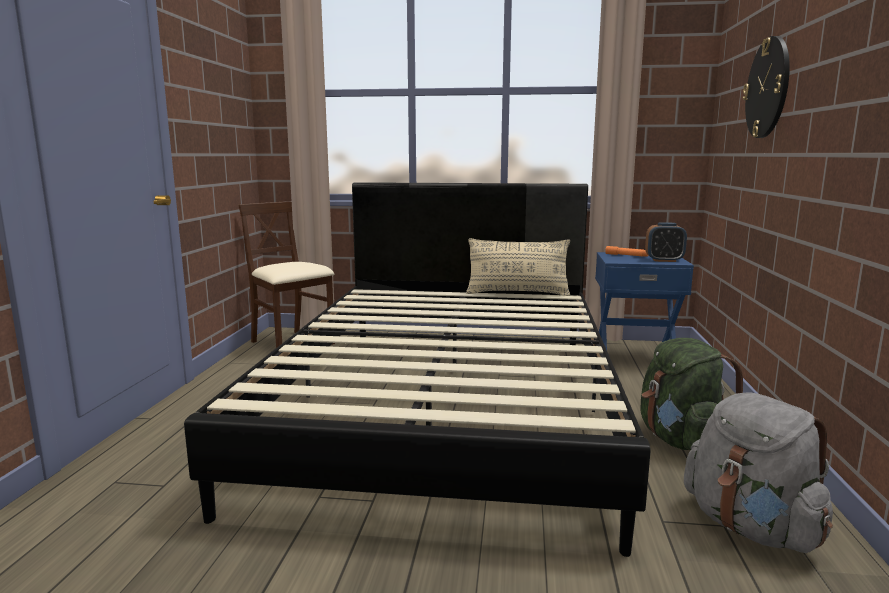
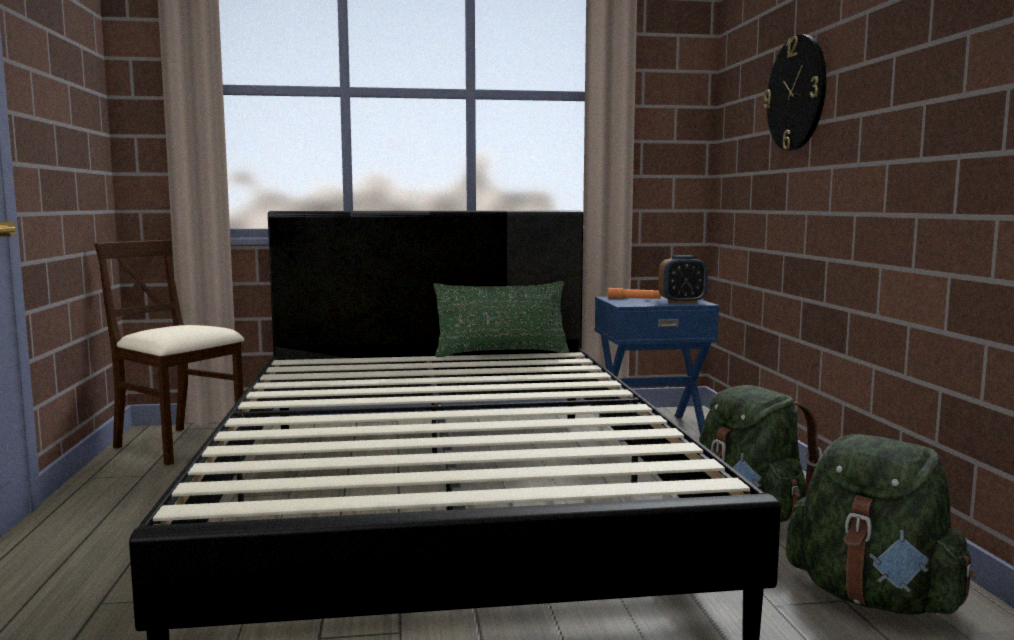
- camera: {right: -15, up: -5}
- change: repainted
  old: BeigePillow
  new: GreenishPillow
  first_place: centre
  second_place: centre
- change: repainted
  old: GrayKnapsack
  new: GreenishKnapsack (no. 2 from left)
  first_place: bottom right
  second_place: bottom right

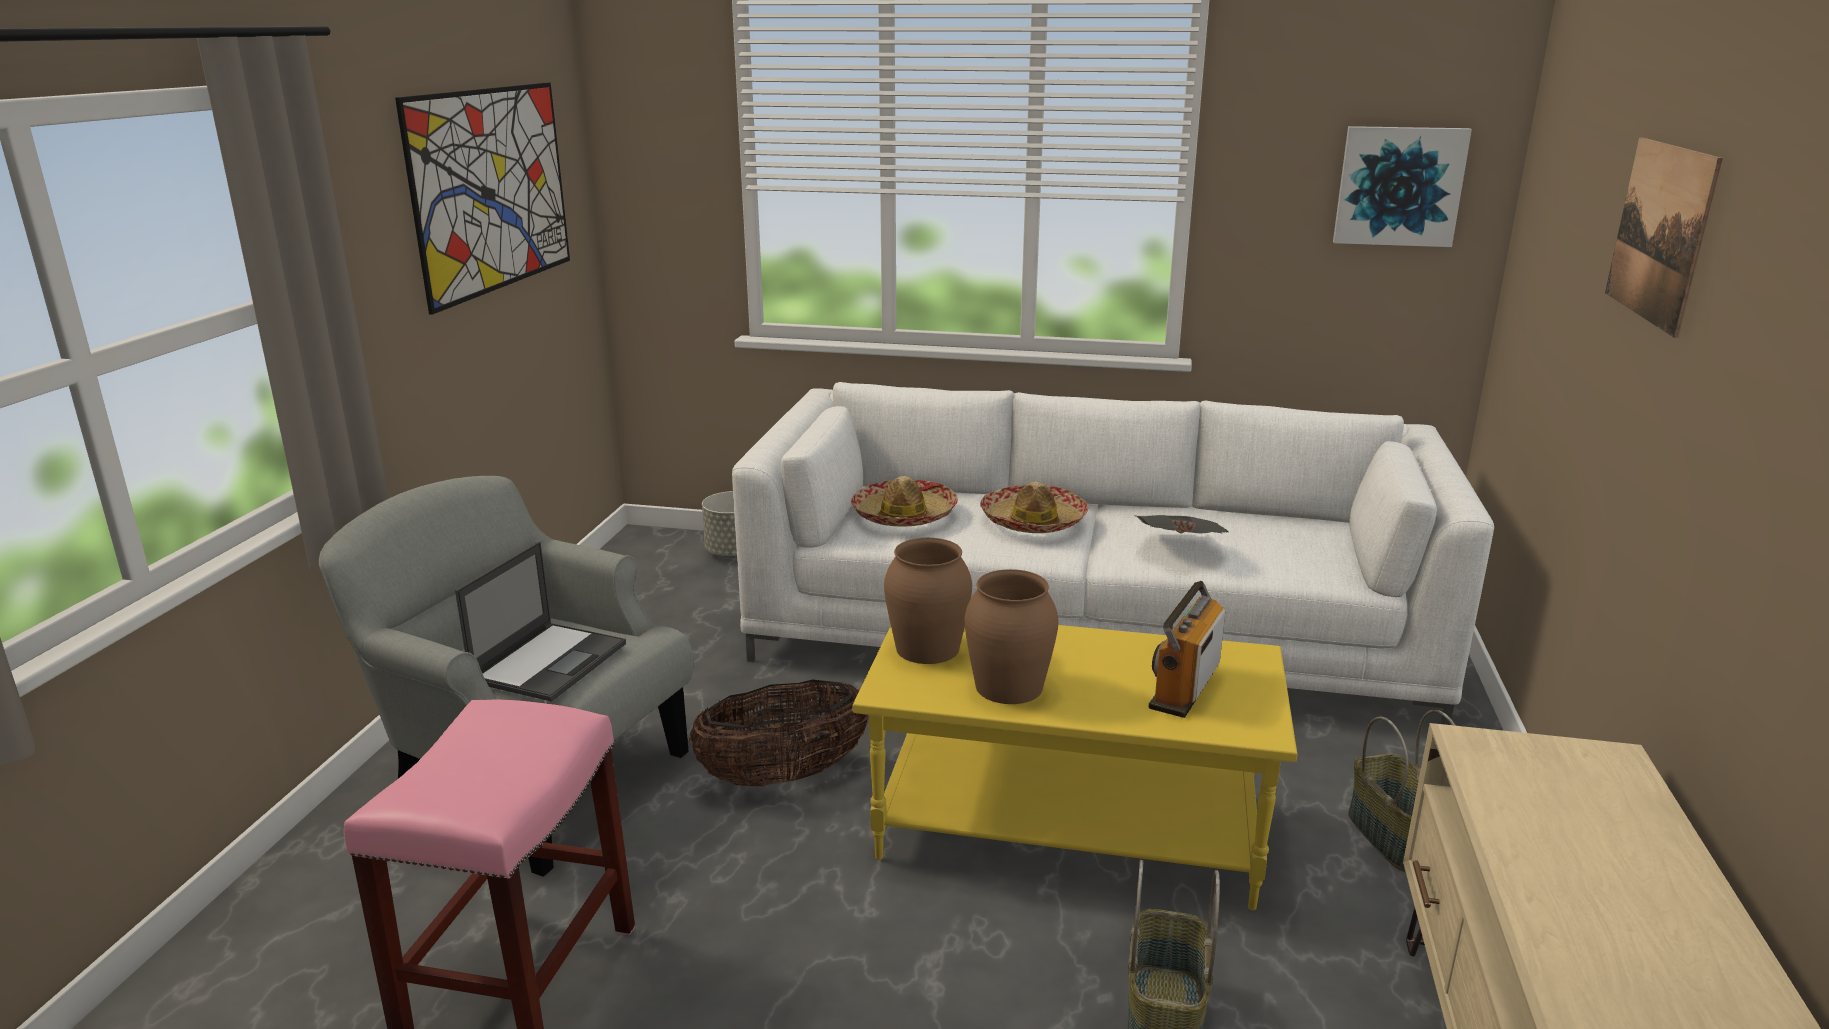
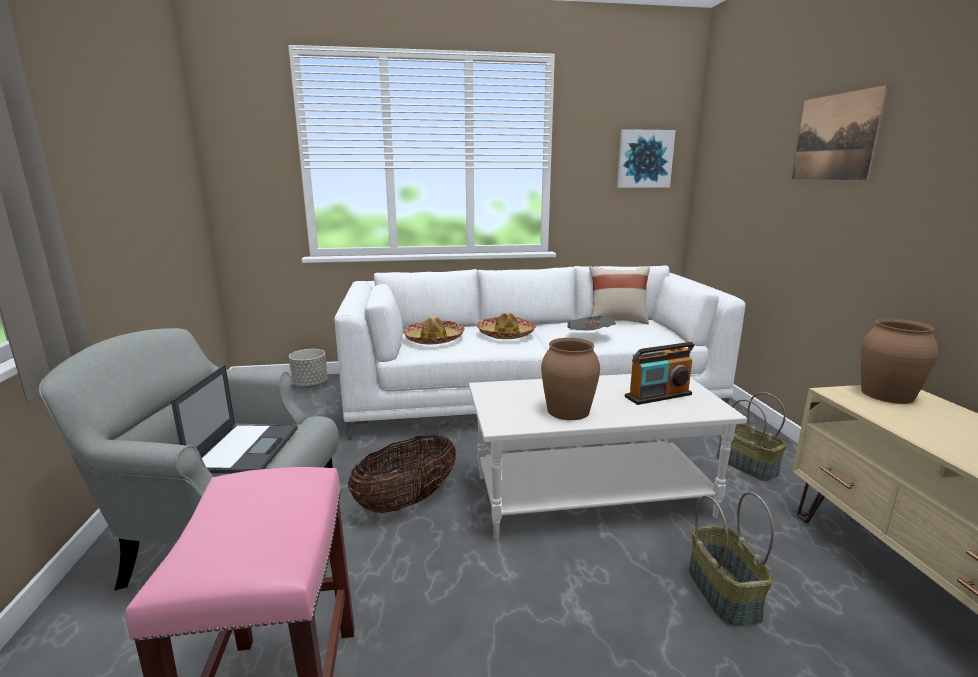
- camera: {right: -20, up: -5}
- change: gone
  old: WallPicture (no. 1 from left)
  first_place: top left
- change: shifted
  old: BrownColouredVase (no. 1 from left in the first image)
  new: BrownColouredVase (no. 2 from left)
  first_place: centre
  second_place: middle right
- change: rotated
  old: RadioReceiver
  first_place: centre
  second_place: middle right
  degrees: -120
- change: repainted
  old: YellowishLowTable
  new: WhitishLowTable
  first_place: bottom centre
  second_place: bottom centre
- change: new
  new: BeigePillow
  second_place: centre

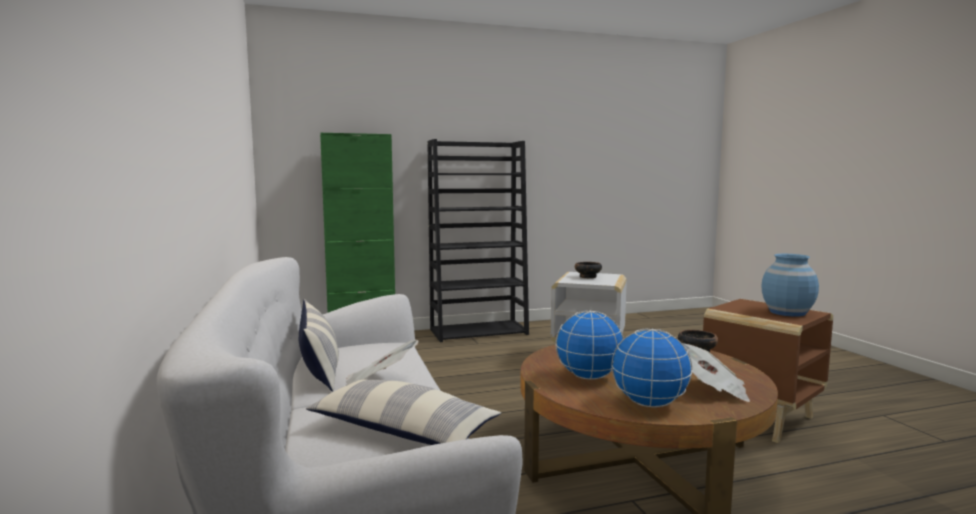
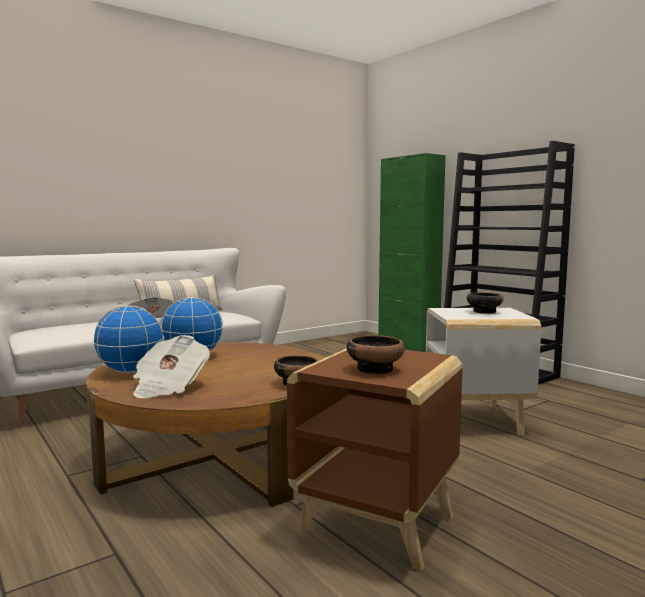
- camera: {right: 70, up: 0}
- change: swapped
  old: BluishVase
  new: ServingBowl (no. 2 from left)
  first_place: middle right
  second_place: centre
- change: gone
  old: Pillow (no. 2 from left)
  first_place: bottom centre

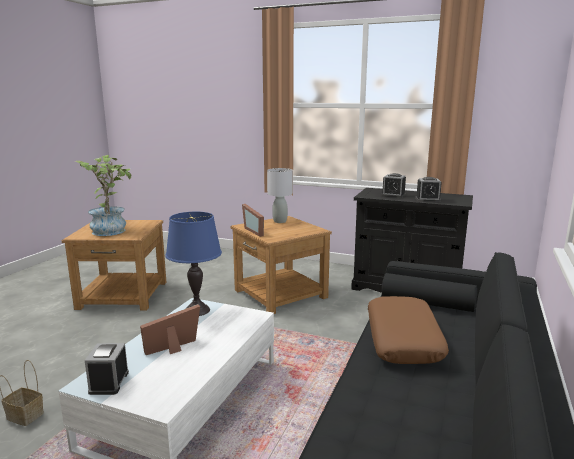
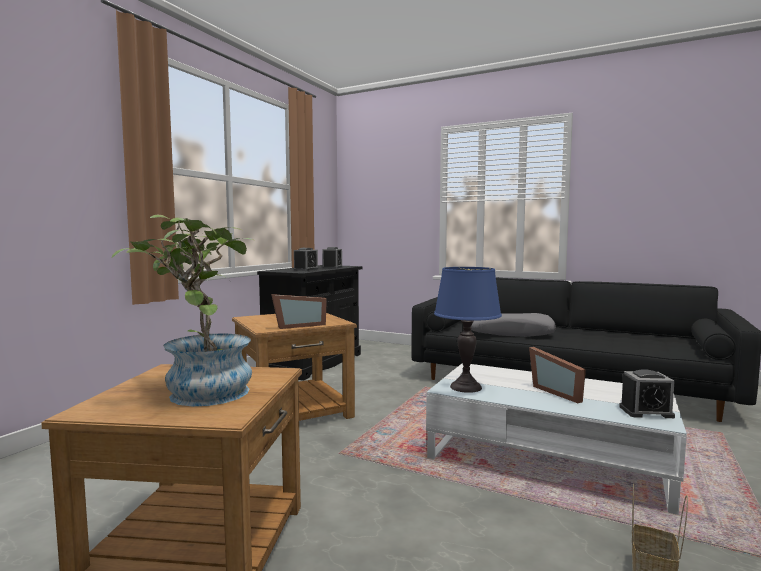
- camera: {right: -85, up: -10}
- change: gone
  old: GrayTableLamp
  first_place: centre
- change: repainted
  old: BrownColouredPillow
  new: GrayPillow
  first_place: bottom right
  second_place: middle right

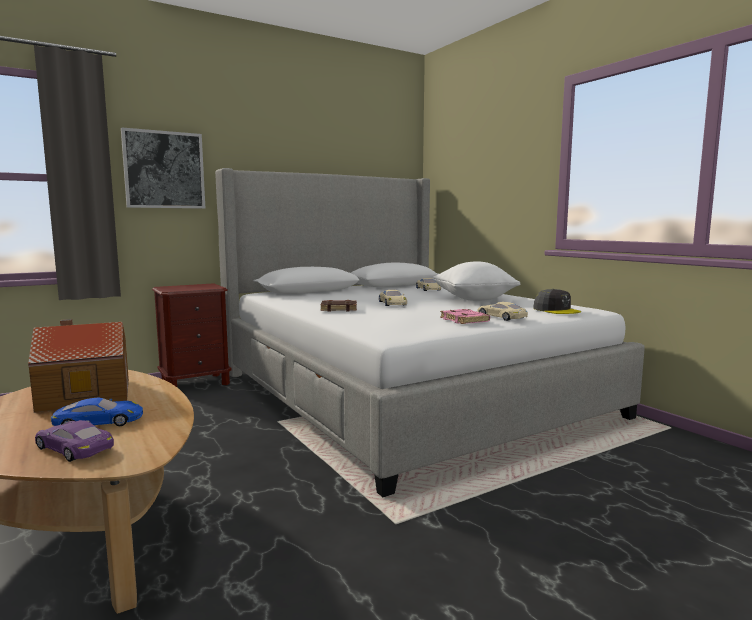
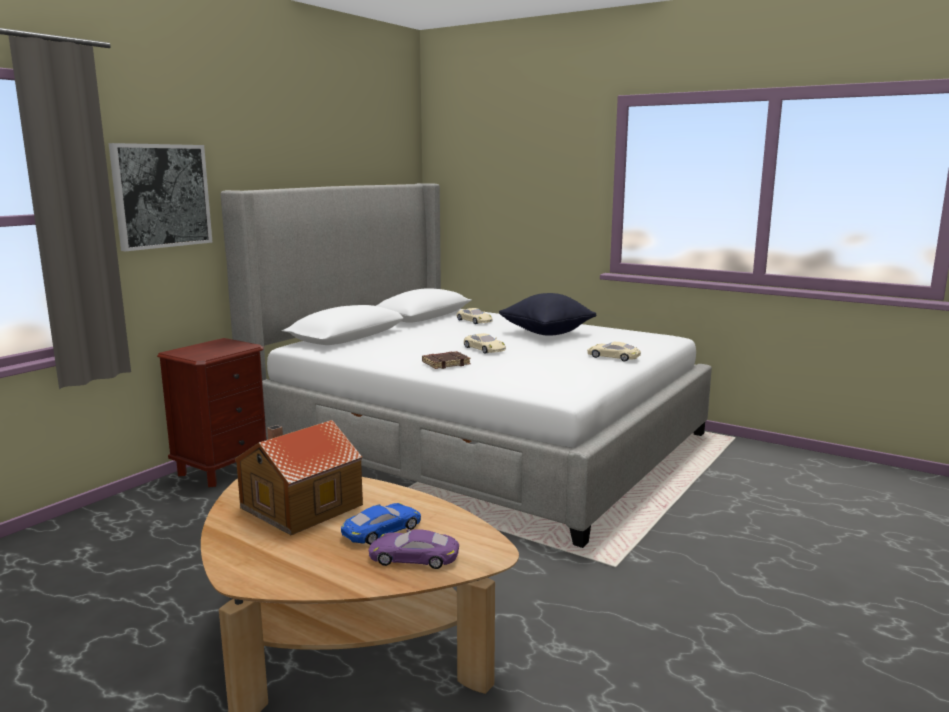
- camera: {right: -25, up: 5}
- change: repainted
  old: WhitishPillow
  new: BlackishPillow
  first_place: centre
  second_place: centre
- change: gone
  old: GrayCap
  first_place: middle right
- change: gone
  old: PinkishBoundBook
  first_place: centre

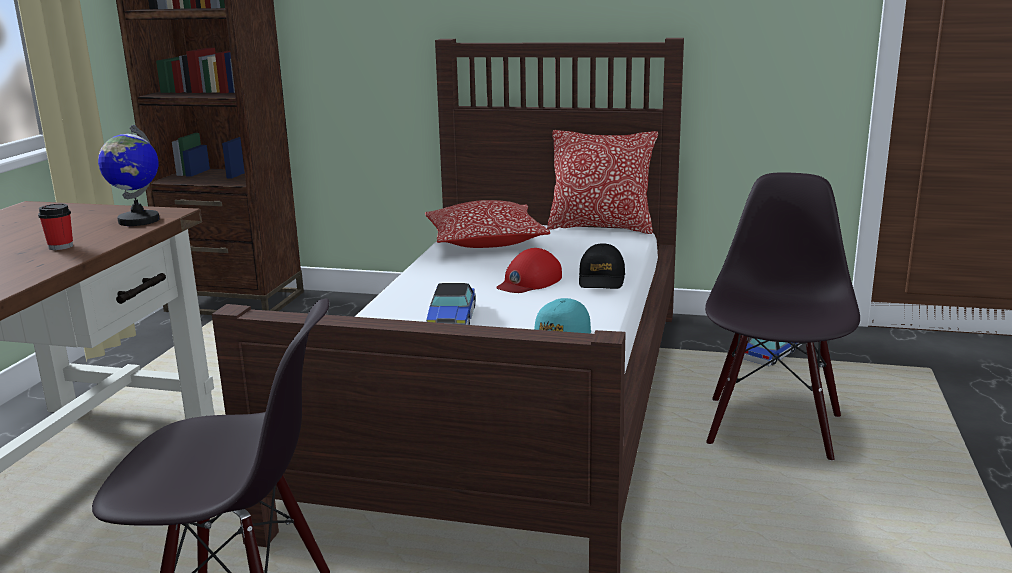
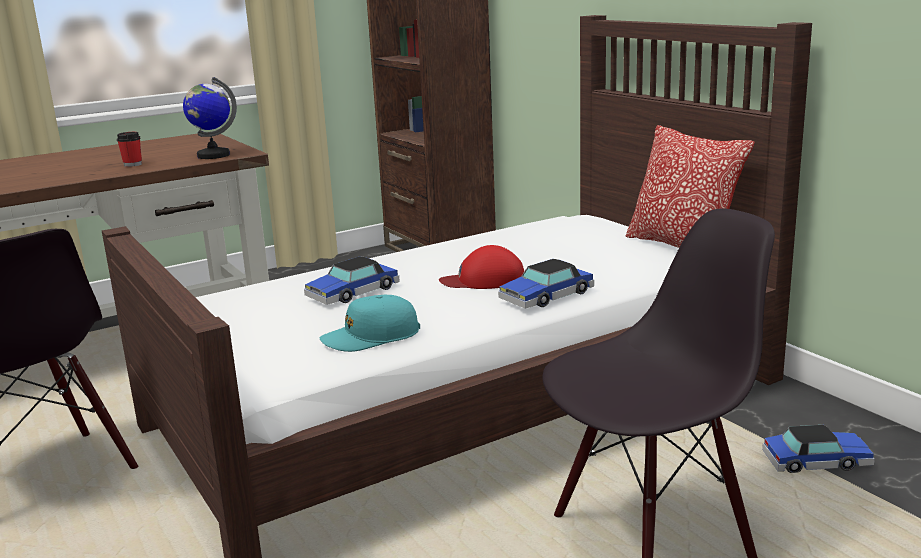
- camera: {right: 45, up: 0}
- change: gone
  old: Pillow (no. 1 from left)
  first_place: centre
- change: swapped
  old: BlackishCap
  new: ModelCar (no. 2 from left)
  first_place: centre
  second_place: centre

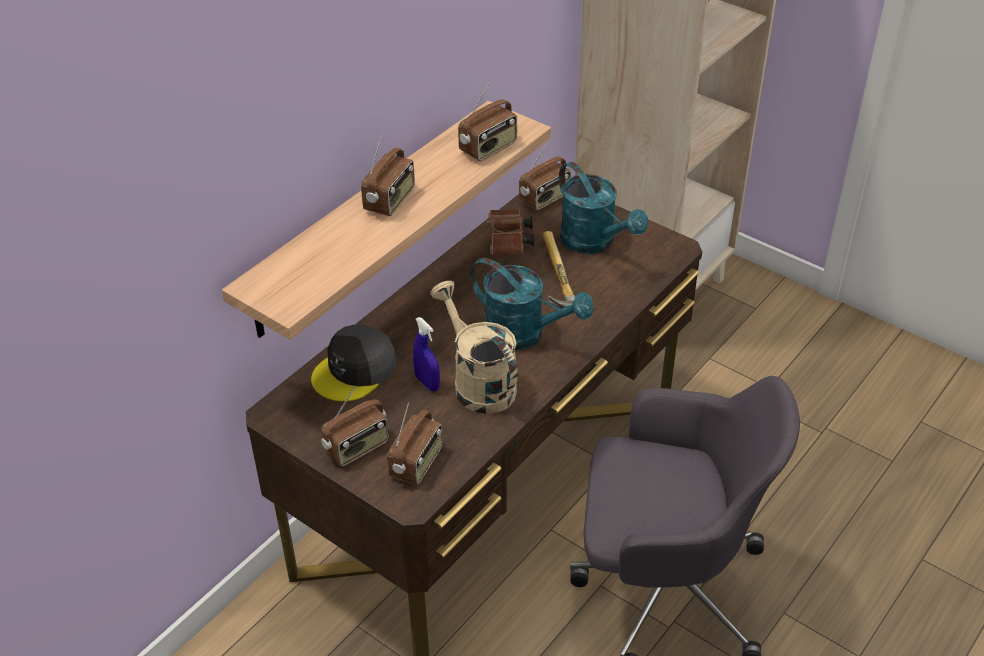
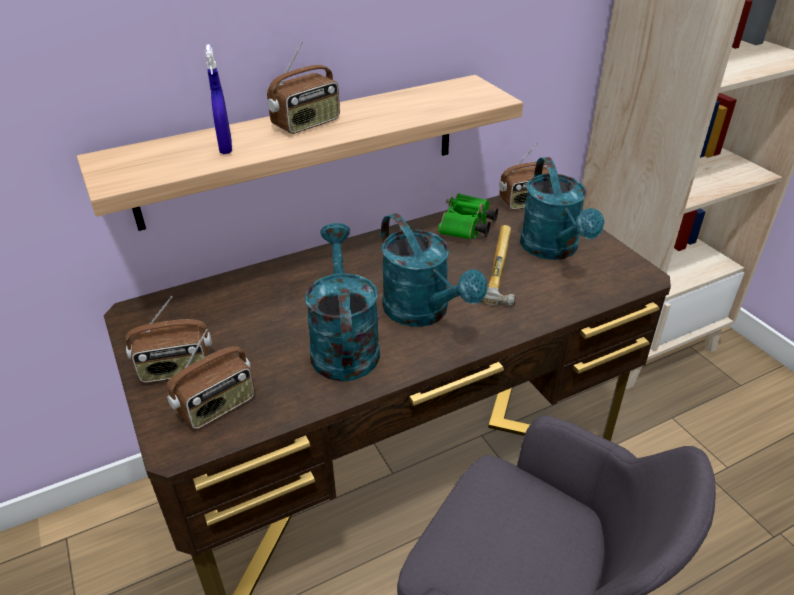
- camera: {right: 25, up: -5}
- change: gone
  old: RadioReceiver (no. 4 from left)
  first_place: top centre
- change: repainted
  old: BrownColouredPairOfBinoculars
  new: GreenishPairOfBinoculars
  first_place: centre
  second_place: centre
- change: repainted
  old: BeigeWateringCan
  new: TurquoiseWateringCan (no. 1 from left)
  first_place: centre
  second_place: centre
- change: shifted
  old: BluishSprayer
  first_place: centre
  second_place: top left
- change: gone
  old: GrayCap
  first_place: centre

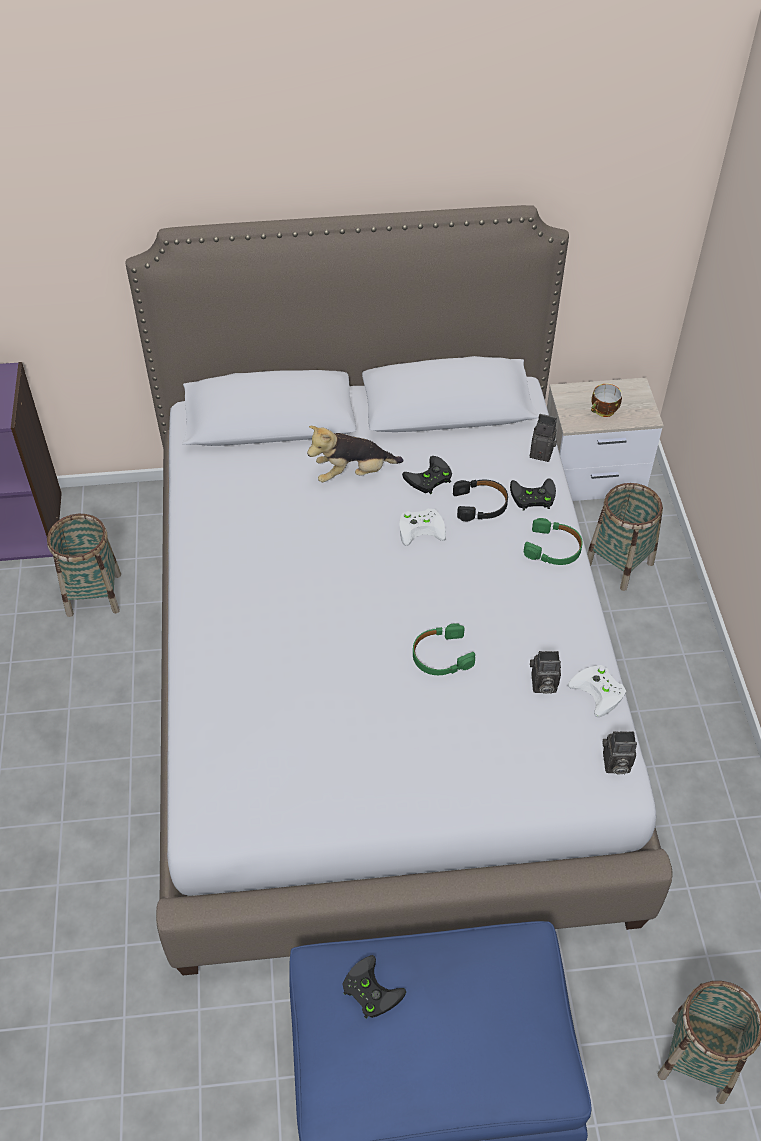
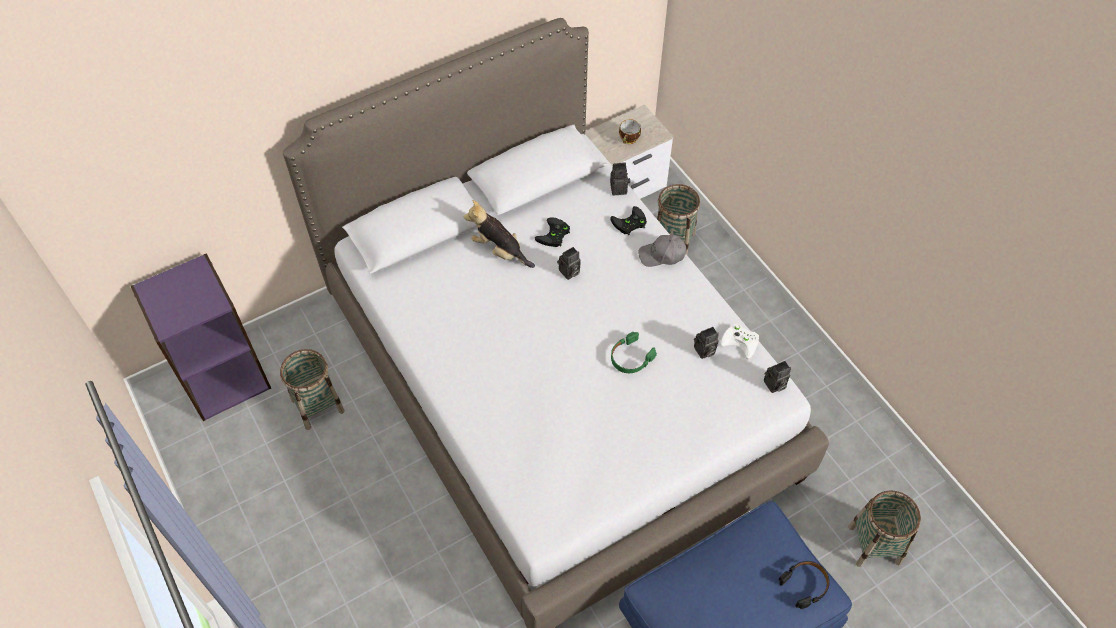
- camera: {right: -25, up: 5}
- change: rotated
  old: CuddlyToy
  first_place: centre
  second_place: centre
  degrees: 75
- change: shifted
  old: BlackishPairOfHeadphones
  first_place: centre
  second_place: bottom right
- change: swapped
  old: WhitishGameController (no. 1 from left)
  new: StillCamera (no. 1 from left)
  first_place: centre
  second_place: centre
- change: swapped
  old: GreenishPairOfHeadphones (no. 2 from left)
  new: GrayCap
  first_place: middle right
  second_place: centre
- change: gone
  old: BlackishGameController (no. 1 from left)
  first_place: bottom centre

